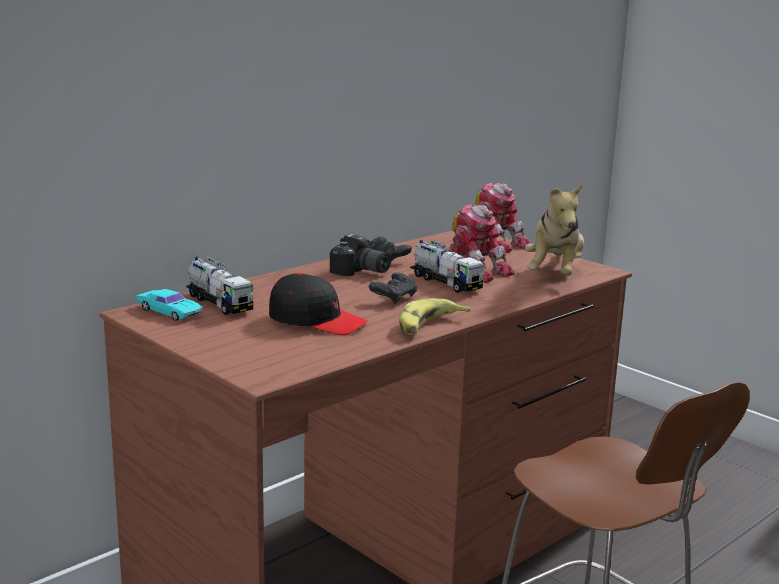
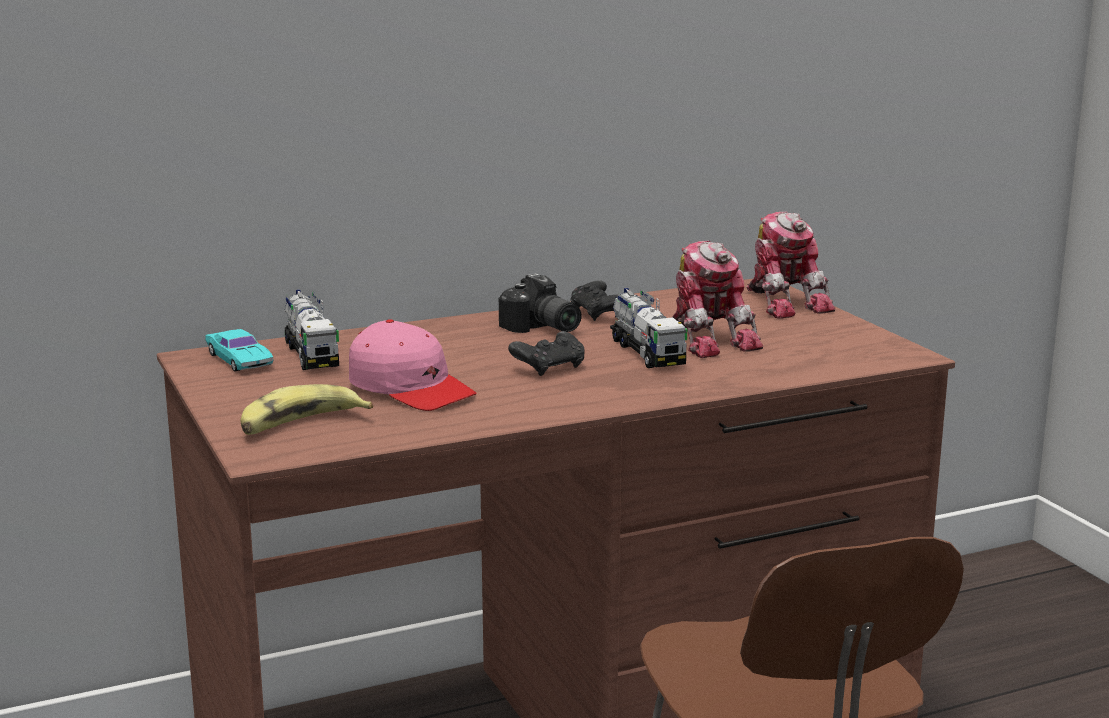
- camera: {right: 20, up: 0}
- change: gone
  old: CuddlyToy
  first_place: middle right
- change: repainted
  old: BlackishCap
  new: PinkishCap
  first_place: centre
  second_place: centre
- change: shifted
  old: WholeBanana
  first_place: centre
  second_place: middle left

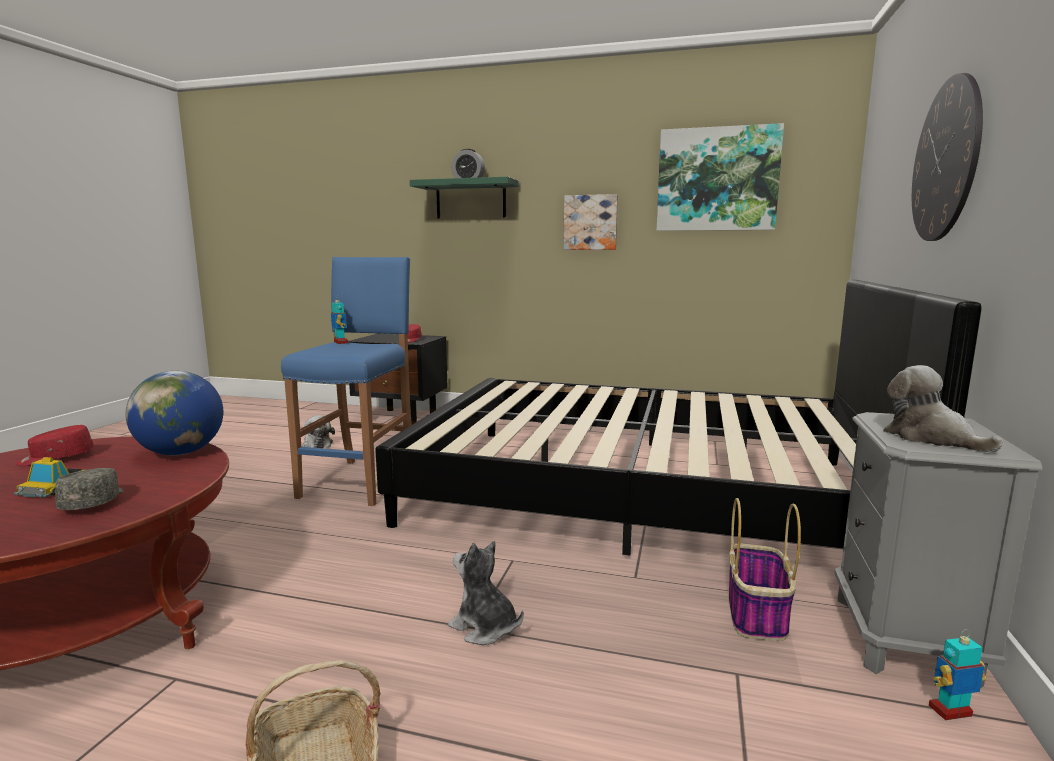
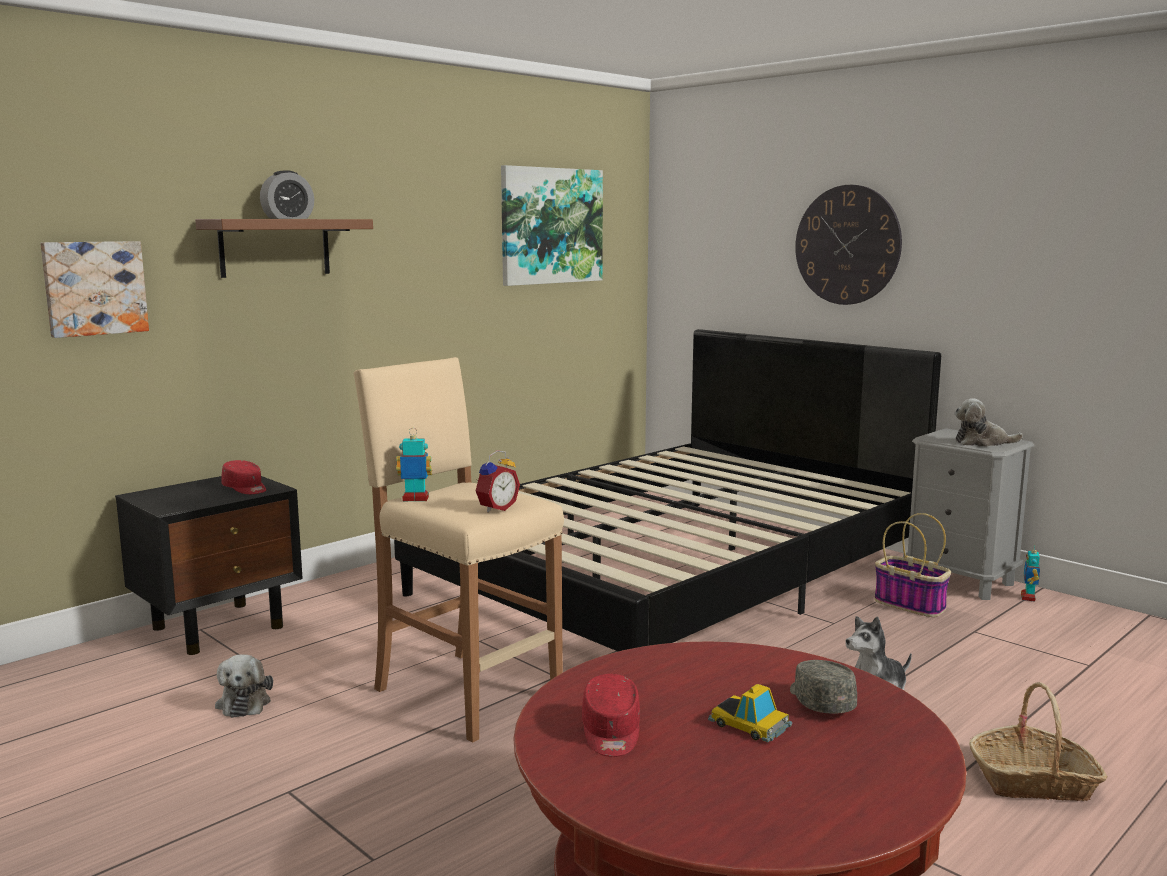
- camera: {right: -60, up: 0}
- change: repainted
  old: GreenishWallShelf
  new: BrownColouredWallShelf
  first_place: top centre
  second_place: top left
- change: shifted
  old: WallPicture (no. 1 from left)
  first_place: top centre
  second_place: top left
- change: repainted
  old: BluishSittingStool
  new: BeigeSittingStool
  first_place: middle left
  second_place: centre
- change: gone
  old: WorldGlobe
  first_place: middle left
- change: rotated
  old: CuddlyToy (no. 1 from left)
  first_place: middle left
  second_place: bottom left
  degrees: 75
- change: rotated
  old: GrayCap
  first_place: middle left
  second_place: bottom right
  degrees: 60
- change: new
  new: BedsideClock (no. 2 from left)
  second_place: centre

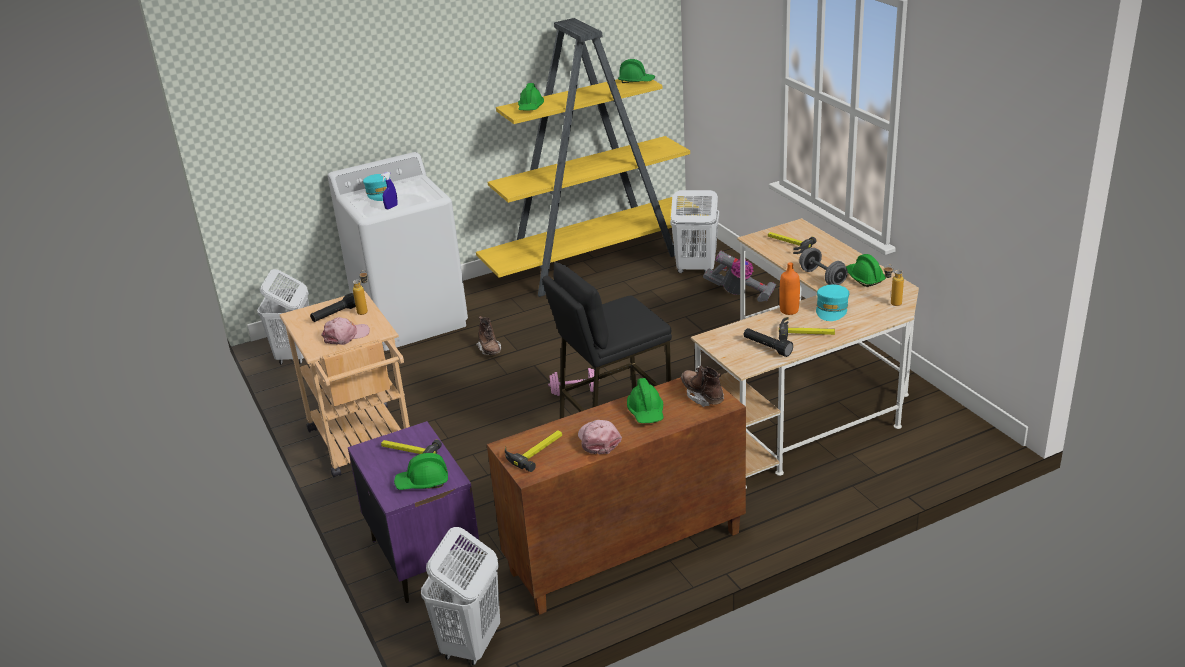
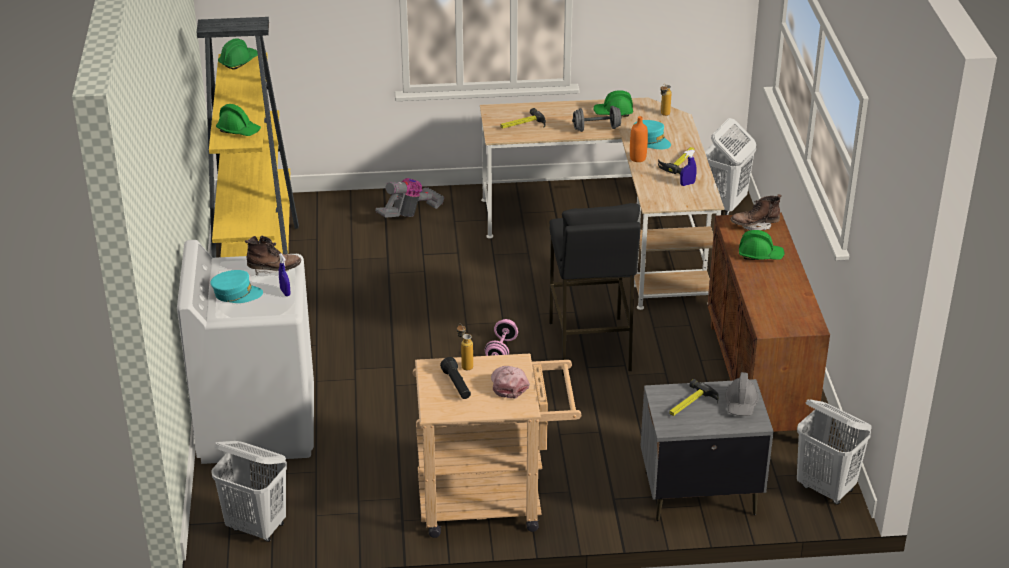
- camera: {right: -70, up: 5}
- change: shifted
  old: WhitishWashingBasket (no. 3 from left in the first image)
  new: WhitishWashingBasket (no. 2 from left)
  first_place: centre
  second_place: top right
- change: shifted
  old: BrownColouredTallBoot (no. 1 from left)
  first_place: centre
  second_place: middle left
- change: swapped
  old: BlackishFlashlight (no. 2 from left)
  new: BluishSprayer (no. 2 from left)
  first_place: centre
  second_place: top right
- change: gone
  old: PinkishCap (no. 2 from left)
  first_place: centre
- change: repainted
  old: PurpleNightTable
  new: GrayNightTable
  first_place: bottom centre
  second_place: bottom right
- change: gone
  old: HandHammer (no. 2 from left)
  first_place: bottom centre
- change: repainted
  old: GreenishWorkHelmet (no. 1 from left)
  new: GrayWorkHelmet
  first_place: bottom centre
  second_place: bottom right

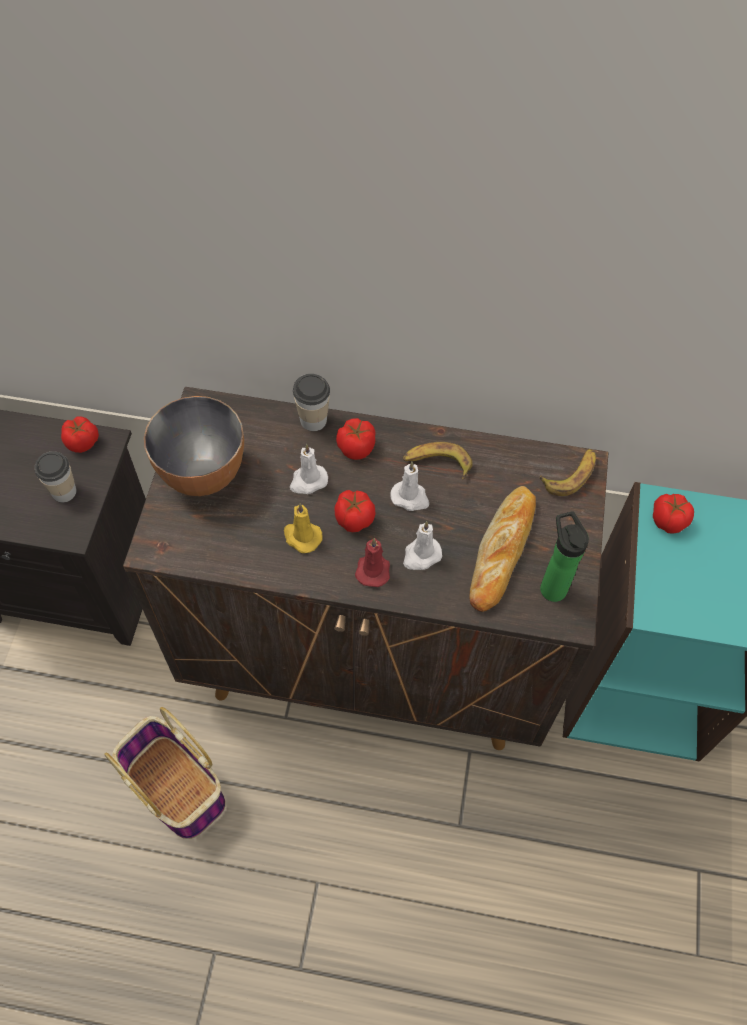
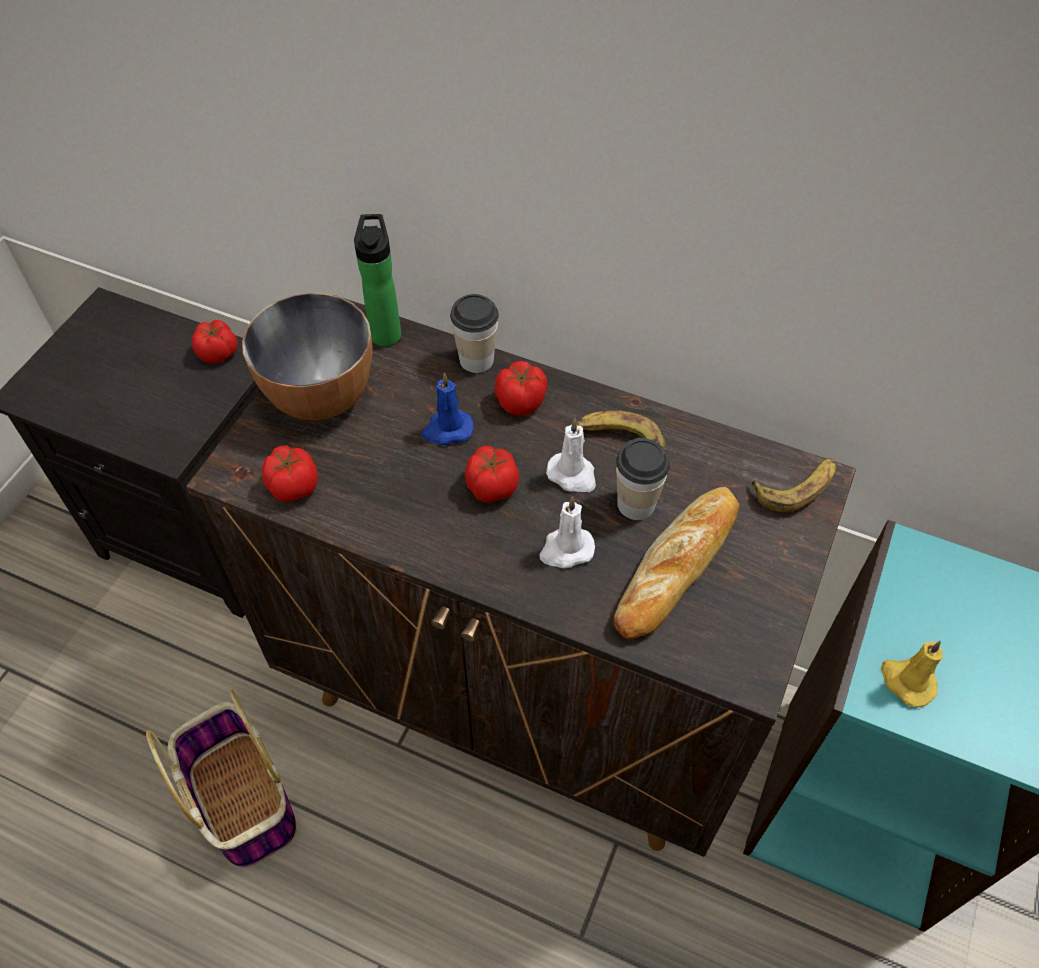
- camera: {right: 15, up: -5}
- change: repainted
  old: WhitishWaxCandle (no. 1 from left)
  new: BluishWaxCandle
  first_place: centre
  second_place: centre
- change: shifted
  old: SmallCup (no. 1 from left in the first image)
  new: SmallCup (no. 2 from left)
  first_place: middle left
  second_place: centre
- change: shifted
  old: Tomato (no. 4 from left in the first image)
  new: Tomato (no. 2 from left)
  first_place: middle right
  second_place: middle left
- change: shifted
  old: YellowishWaxCandle
  first_place: centre
  second_place: bottom right
- change: shifted
  old: BeverageBottle
  first_place: middle right
  second_place: top centre
- change: gone
  old: ReddishWaxCandle
  first_place: centre

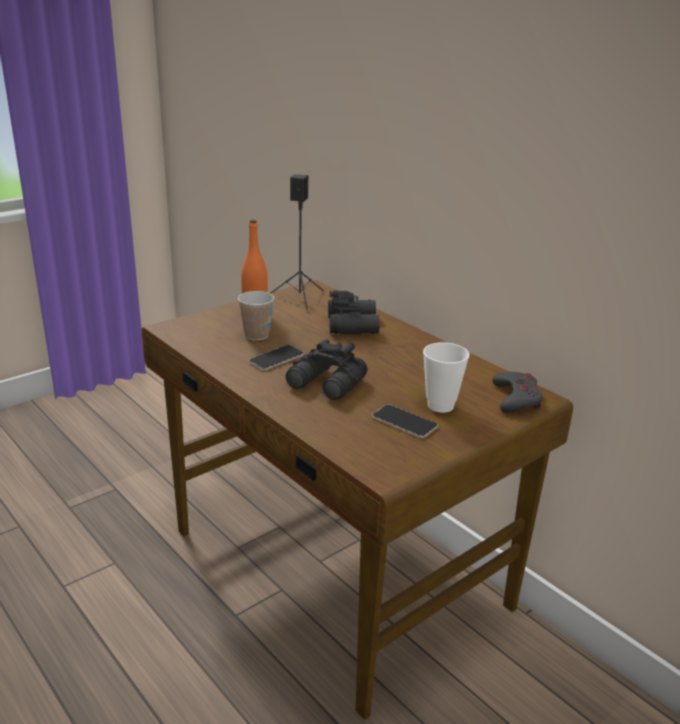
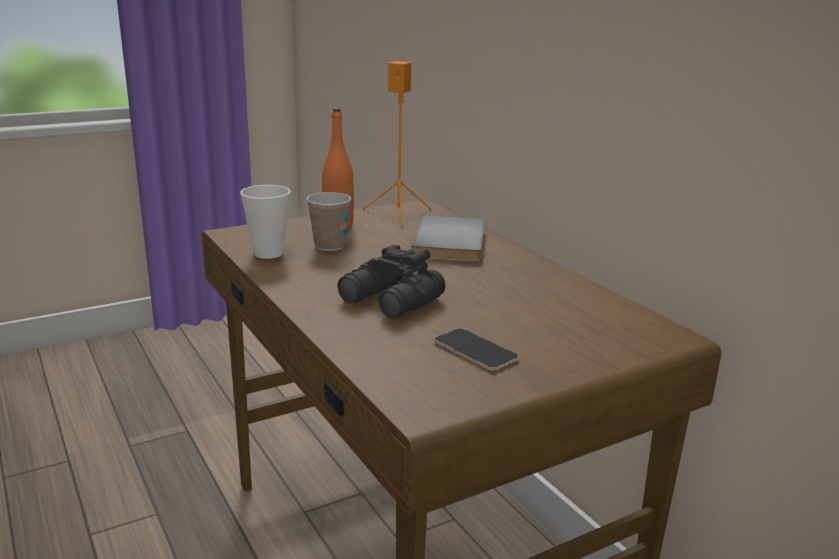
- camera: {right: 10, up: -5}
- change: repainted
  old: BlackishAudioSpeaker
  new: OrangeColouredAudioSpeaker
  first_place: centre
  second_place: top centre
- change: swapped
  old: BlackishPairOfBinoculars (no. 2 from left)
  new: GrayBoundBook
  first_place: centre
  second_place: centre
- change: shifted
  old: SmallCup (no. 2 from left in the first image)
  new: SmallCup (no. 1 from left)
  first_place: centre
  second_place: middle left
- change: gone
  old: Telephone (no. 1 from left)
  first_place: centre
- change: gone
  old: GrayGameController
  first_place: middle right

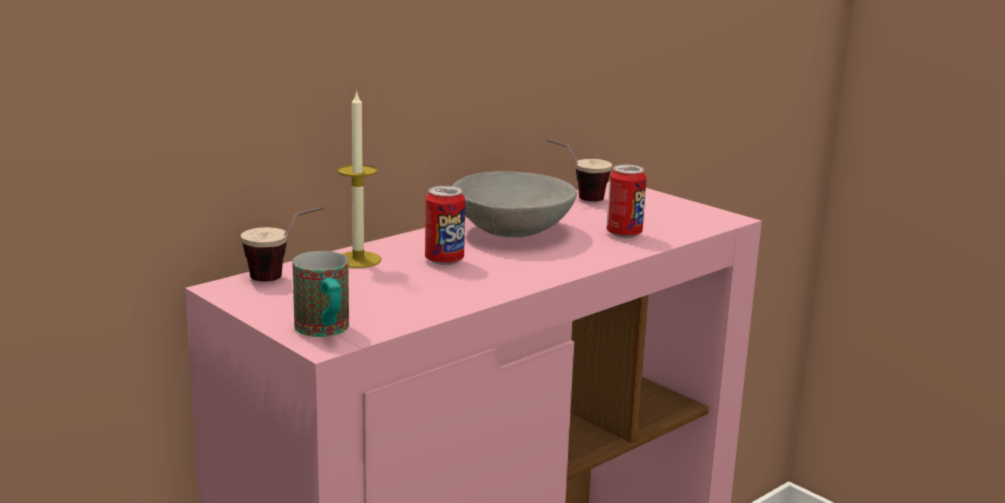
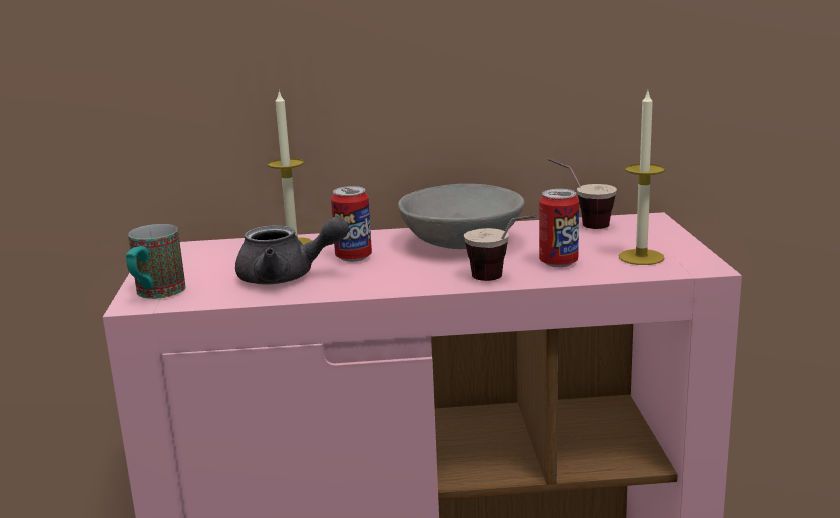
- camera: {right: 40, up: 0}
- change: shifted
  old: SmallCup (no. 1 from left)
  first_place: middle left
  second_place: centre
- change: new
  new: WaxCandle (no. 2 from left)
  second_place: middle right
- change: new
  new: GrayTeaPot
  second_place: centre

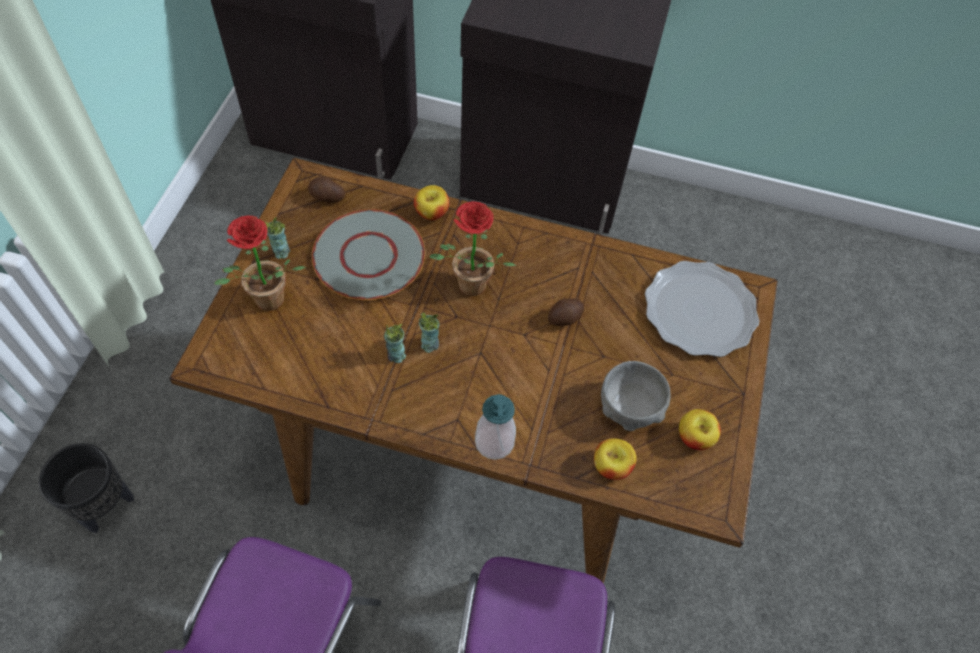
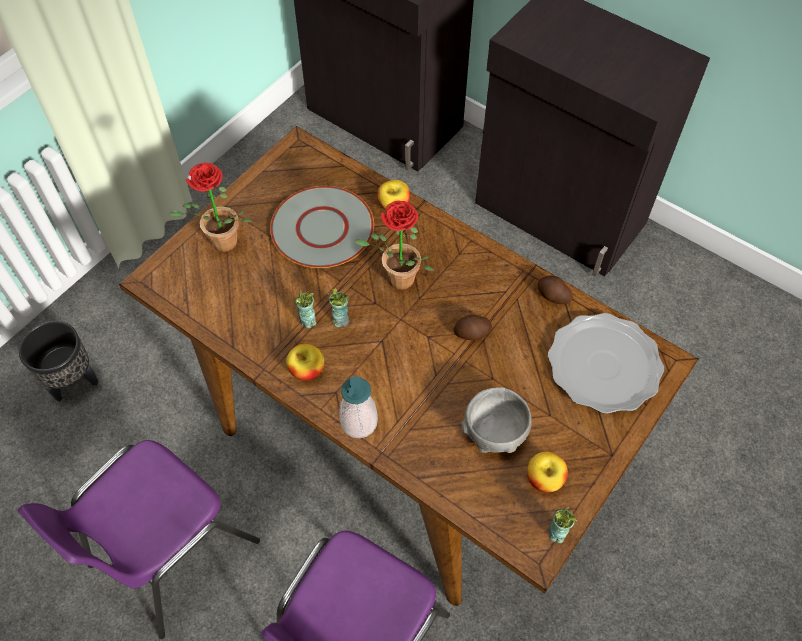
- camera: {right: 25, up: 0}
- change: shifted
  old: Potato (no. 1 from left in the first image)
  new: Potato (no. 2 from left)
  first_place: top left
  second_place: middle right
- change: shifted
  old: SmallCup (no. 1 from left in the first image)
  new: SmallCup (no. 3 from left)
  first_place: middle left
  second_place: bottom right
- change: shifted
  old: AppleFruit (no. 2 from left in the first image)
  new: AppleFruit (no. 1 from left)
  first_place: bottom centre
  second_place: centre

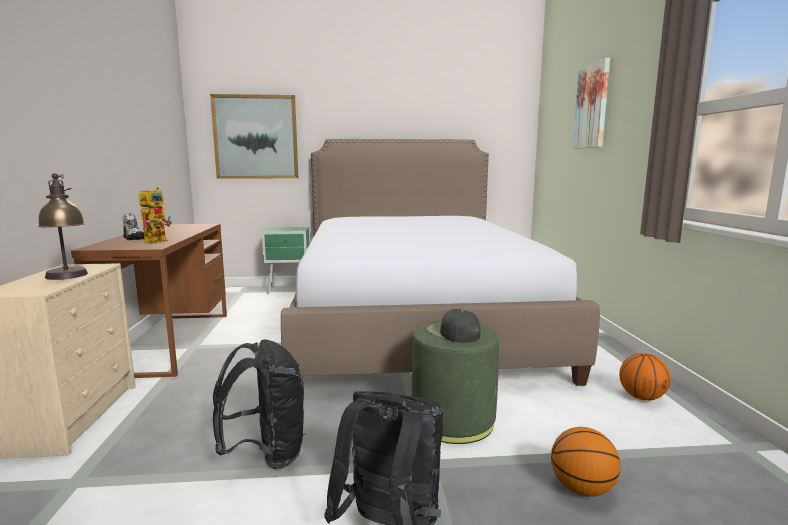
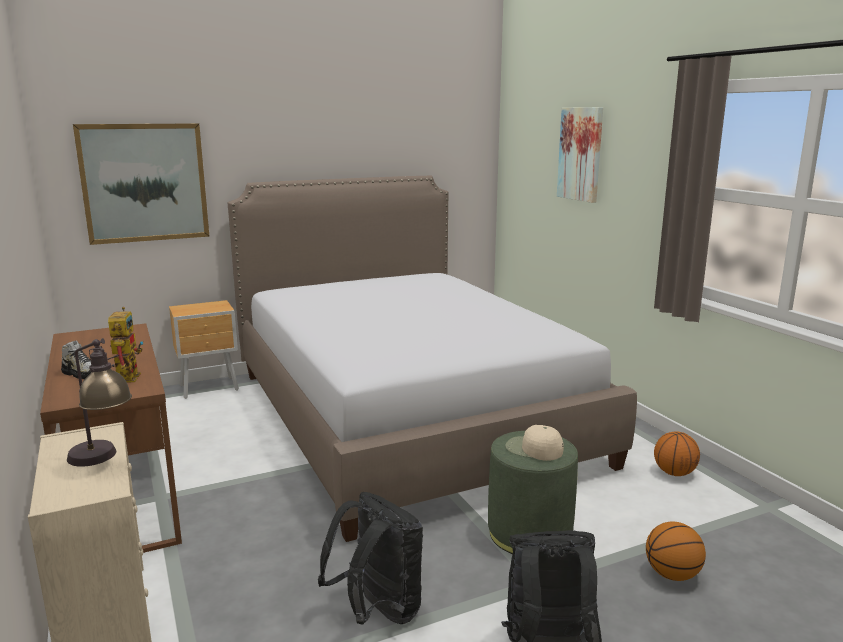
- camera: {right: -20, up: 5}
- change: repainted
  old: GreenishNightTable
  new: BrownColouredNightTable
  first_place: centre
  second_place: middle left
- change: repainted
  old: BlackishCap
  new: BeigeCap
  first_place: centre
  second_place: bottom centre

